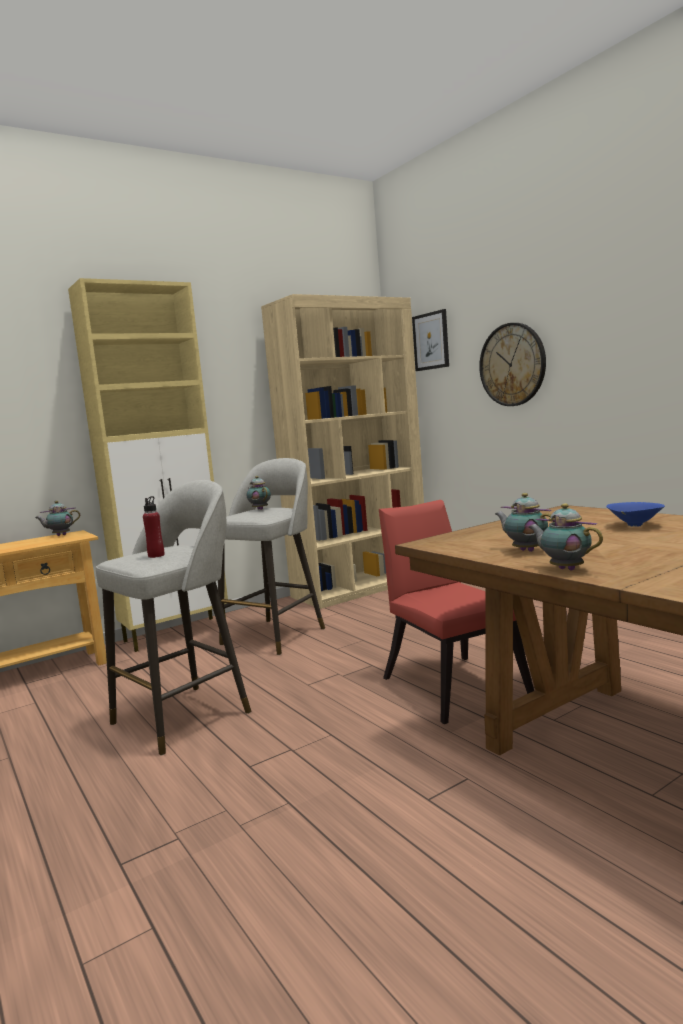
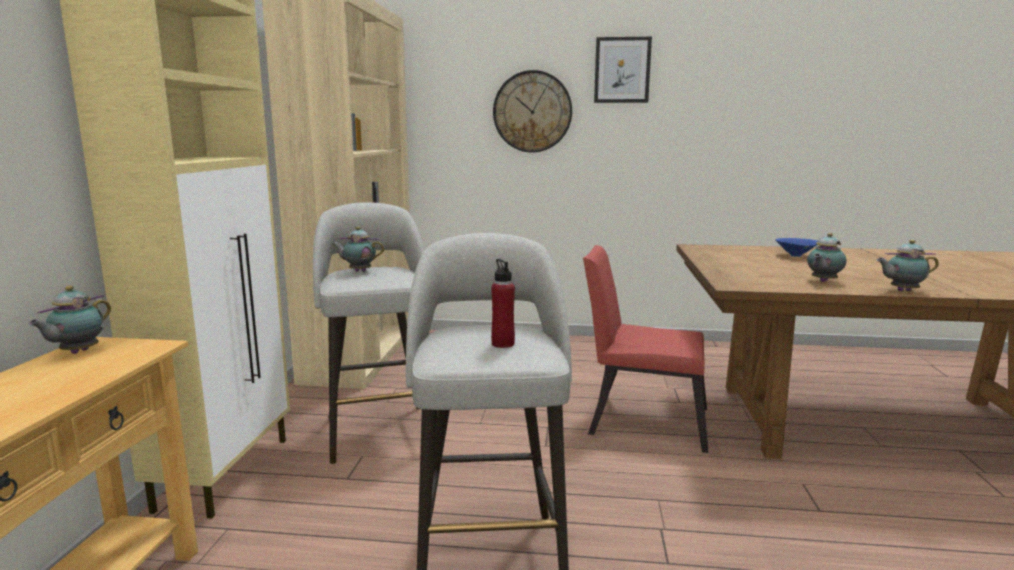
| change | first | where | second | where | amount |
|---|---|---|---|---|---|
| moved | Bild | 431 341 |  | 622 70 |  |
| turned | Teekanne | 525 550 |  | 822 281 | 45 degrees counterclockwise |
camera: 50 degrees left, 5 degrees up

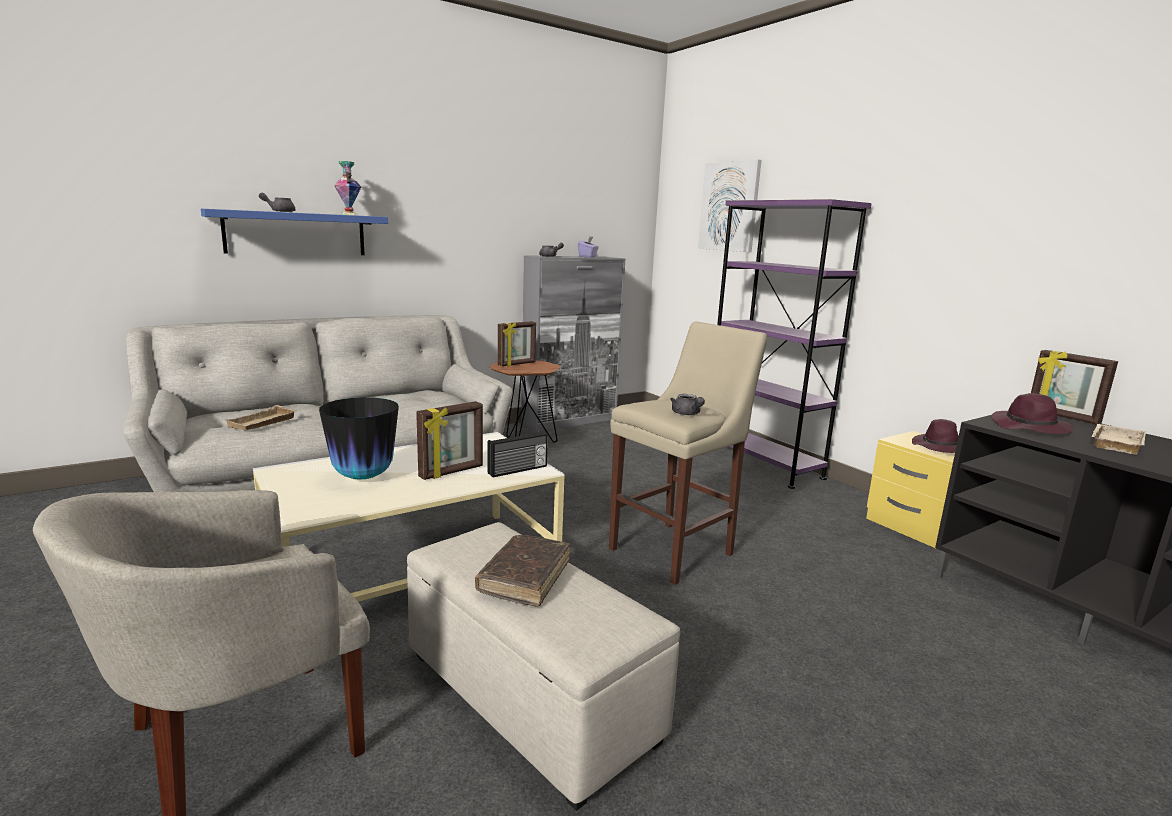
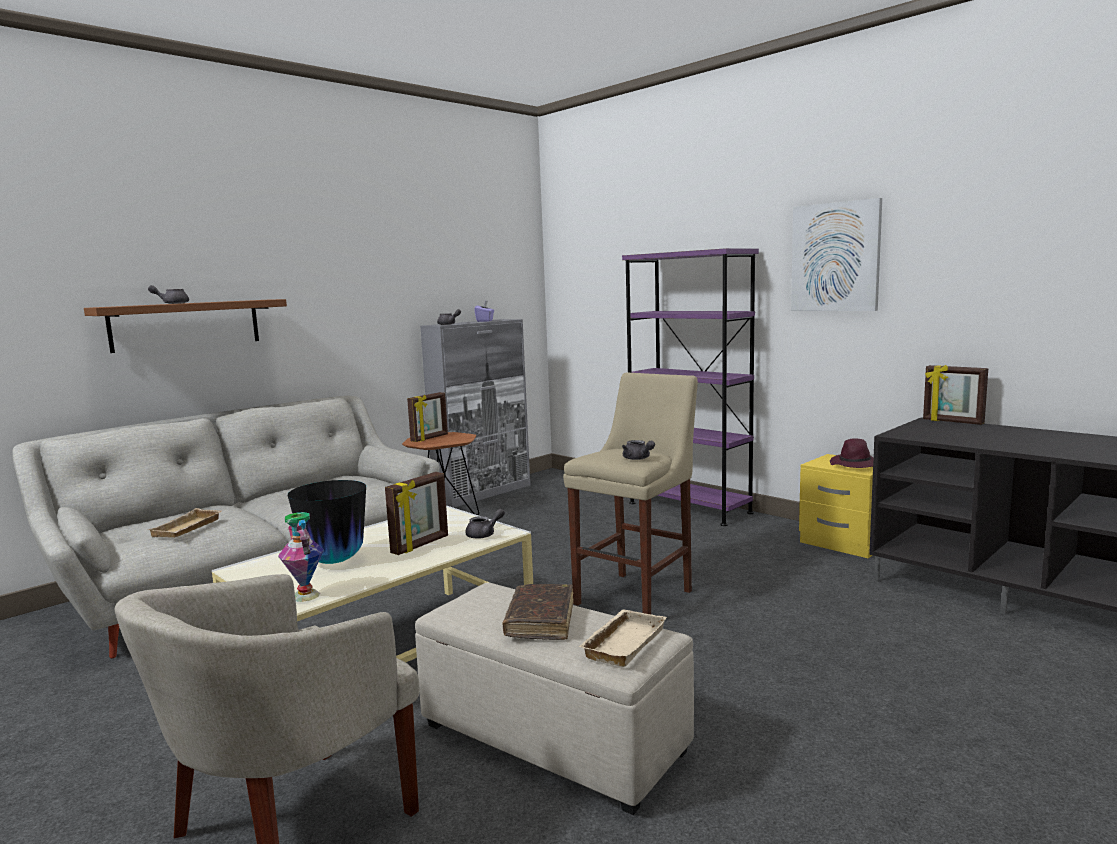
| change | first | where | second | where | amount |
|---|---|---|---|---|---|
| recoloured | Wandregal (blau) | 296 233 | Wandregal (braun) | 186 325 |  |
| moved | Vase | 349 214 |  | 306 595 |  |
| replaced | Radio | 518 470 | Teekanne (grau) | 484 534 |  |
| moved | Bild | 729 206 |  | 835 257 |  |
| removed | Hut (lila) | 1030 427 |  |  |  |
| moved | Tablett (beige) | 1113 443 |  | 622 642 |  |
camera: 10 degrees left, 5 degrees down

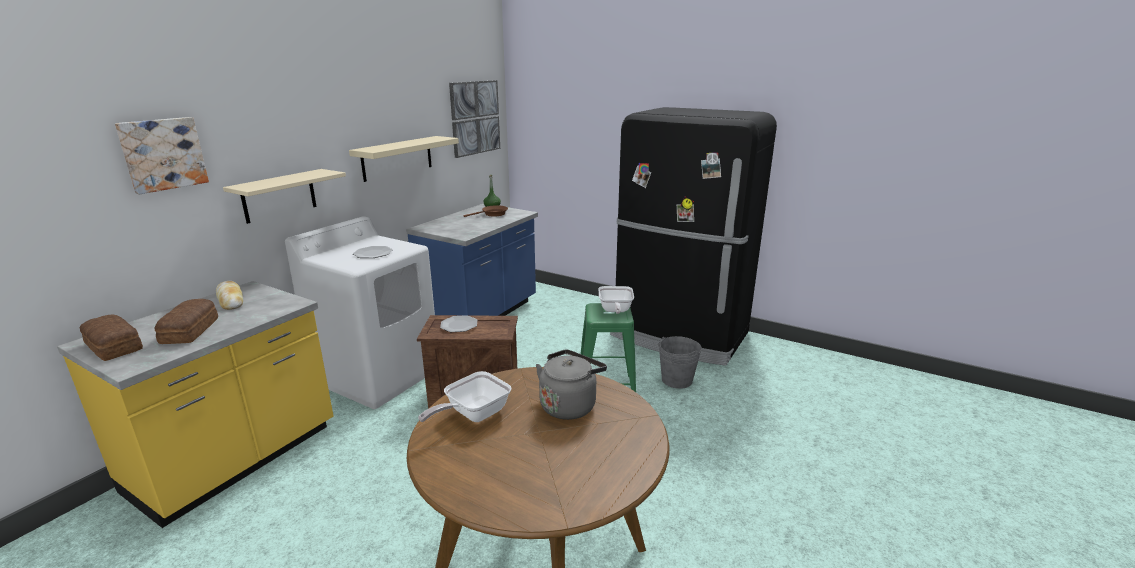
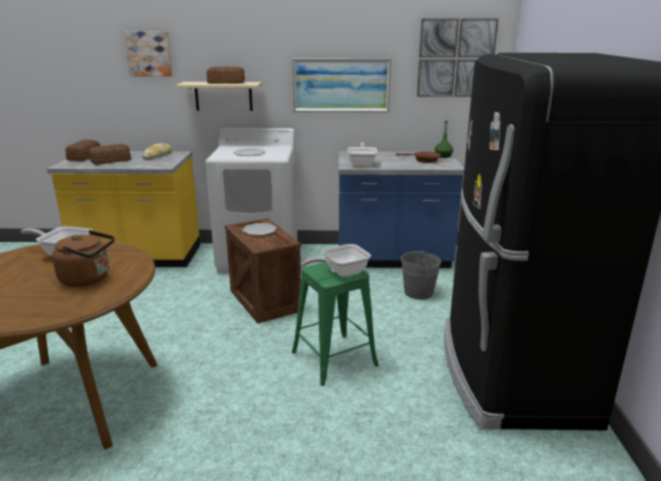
| change | first | where | second | where | amount |
|---|---|---|---|---|---|
| replaced | Wandregal (beige) | 397 158 | Bild | 341 85 |  |
| recoloured | Wasserkessel (grau) | 569 405 | Wasserkessel (braun) | 88 279 |  |
| moved | Eimer (grau) | 676 380 |  | 418 292 |  |
| added |  |  | Brot | 226 83 |  |
| added |  |  | Pfanne | 362 164 |  |
camera: 60 degrees right, 0 degrees up

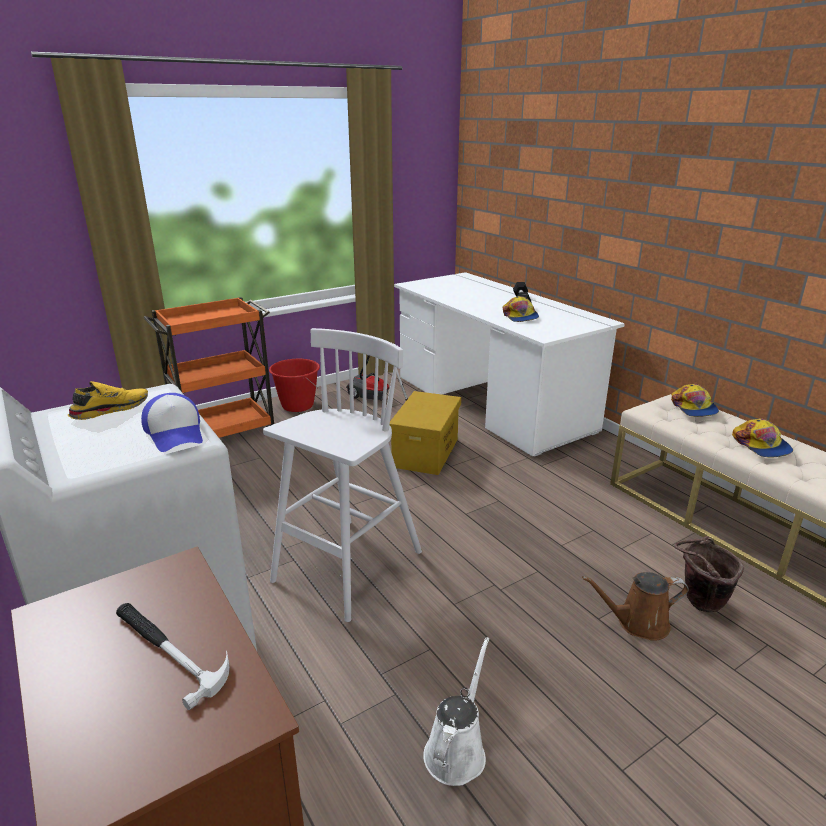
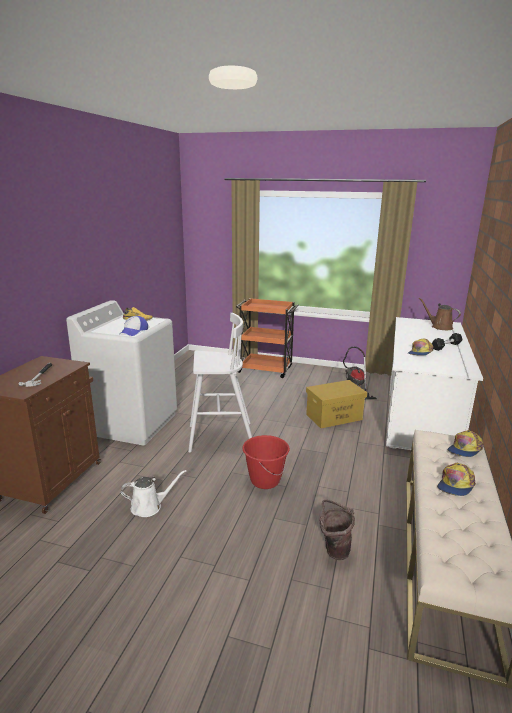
| change | first | where | second | where | amount |
|---|---|---|---|---|---|
| moved | Eimer (rot) | 297 405 |  | 265 480 |  |
| moved | Gießkanne (braun) | 637 623 |  | 439 327 |  |
camera: 50 degrees right, 5 degrees down

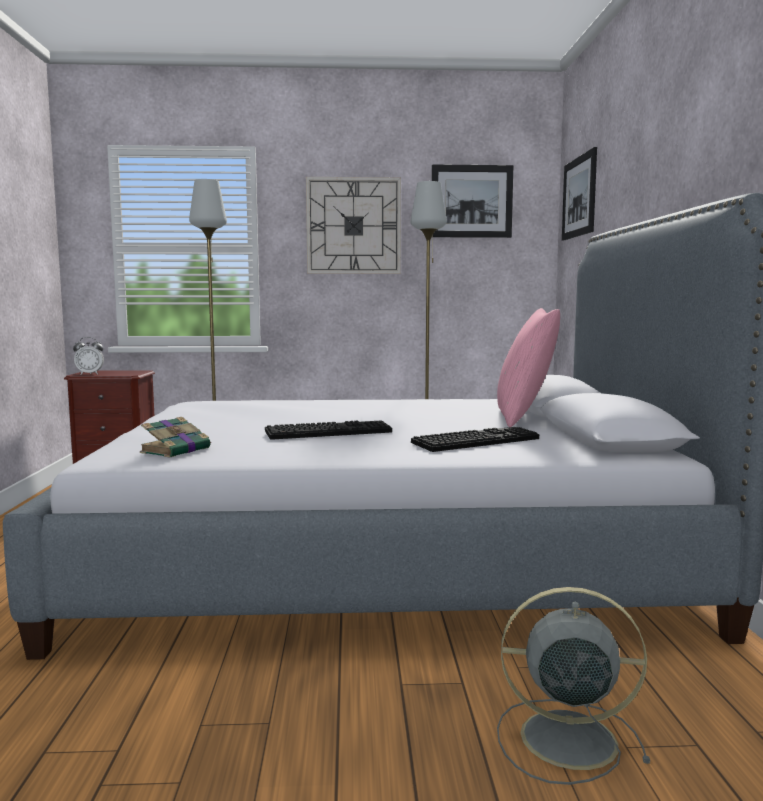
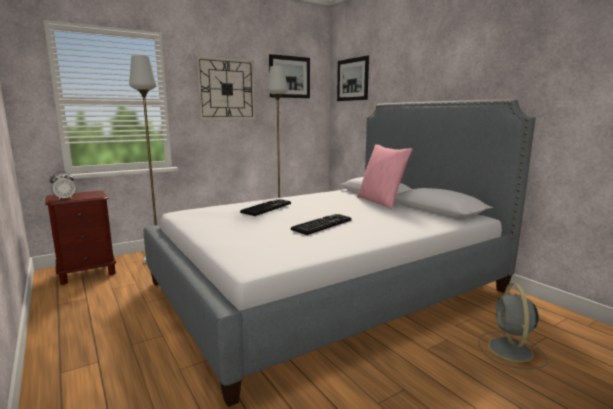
| change | first | where | second | where | amount |
|---|---|---|---|---|---|
| removed | Buch | 177 450 |  |  |  |
| moved | Tastatur | 476 441 |  | 266 208 |  |
| turned | Ventilator (grau) | 563 738 |  | 510 351 | 60 degrees counterclockwise |
camera: 30 degrees left, 5 degrees up

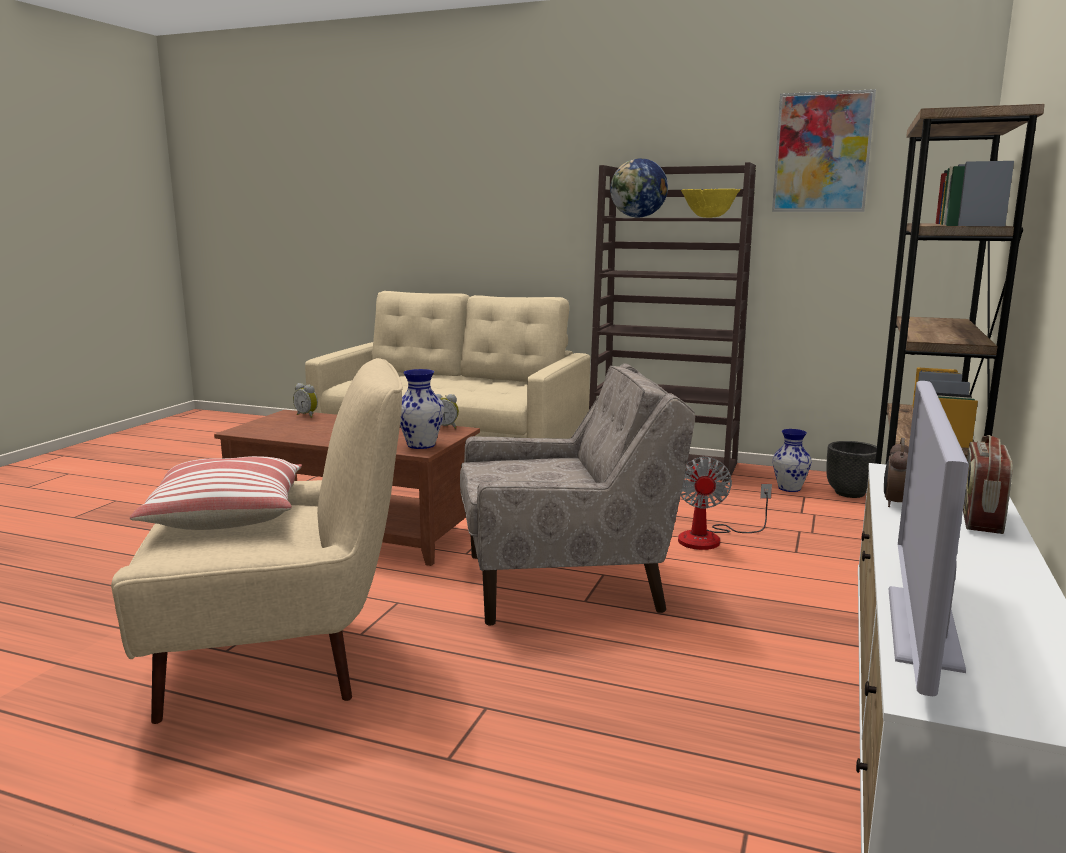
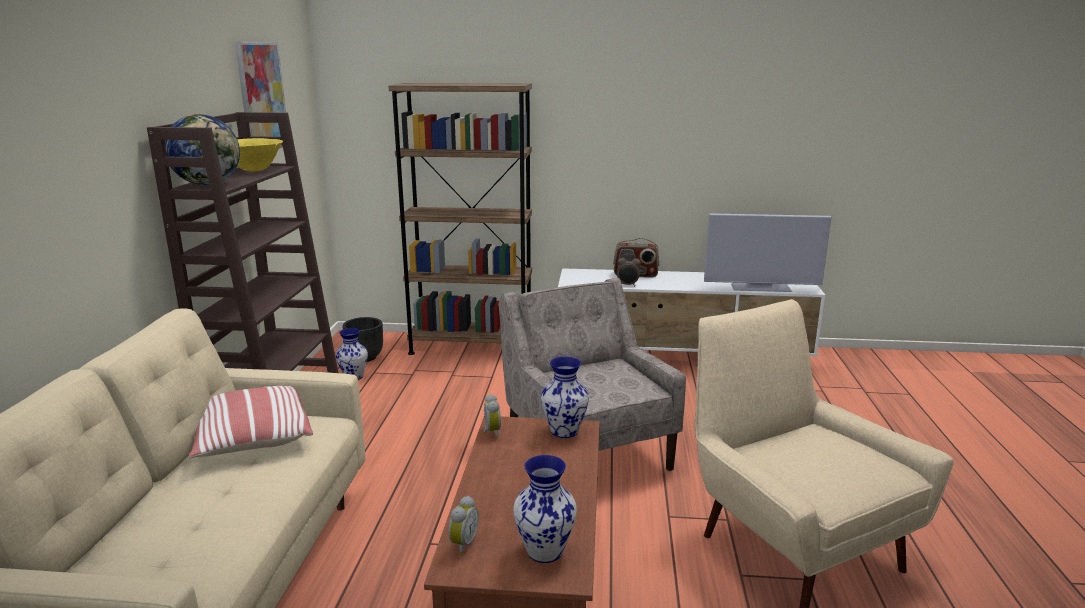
| change | first | where | second | where | amount |
|---|---|---|---|---|---|
| moved | Kissen | 226 515 |  | 251 439 |  |
| removed | Ventilator | 711 538 |  |  |  |
| added |  |  | Vase | 544 550 |  |
camera: 105 degrees left, 5 degrees up

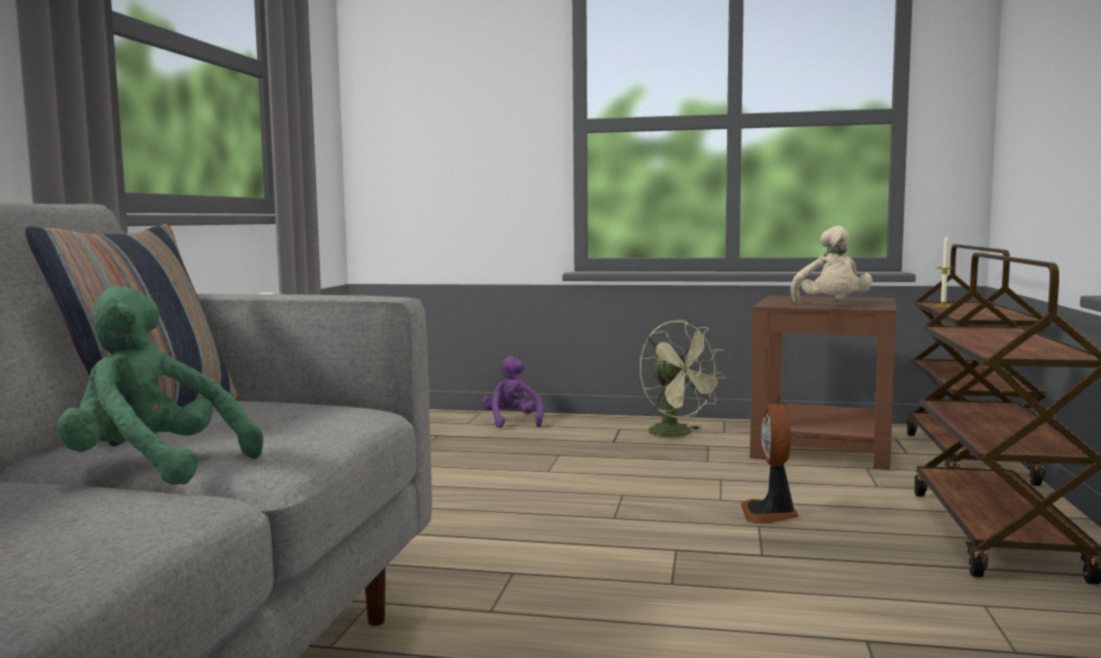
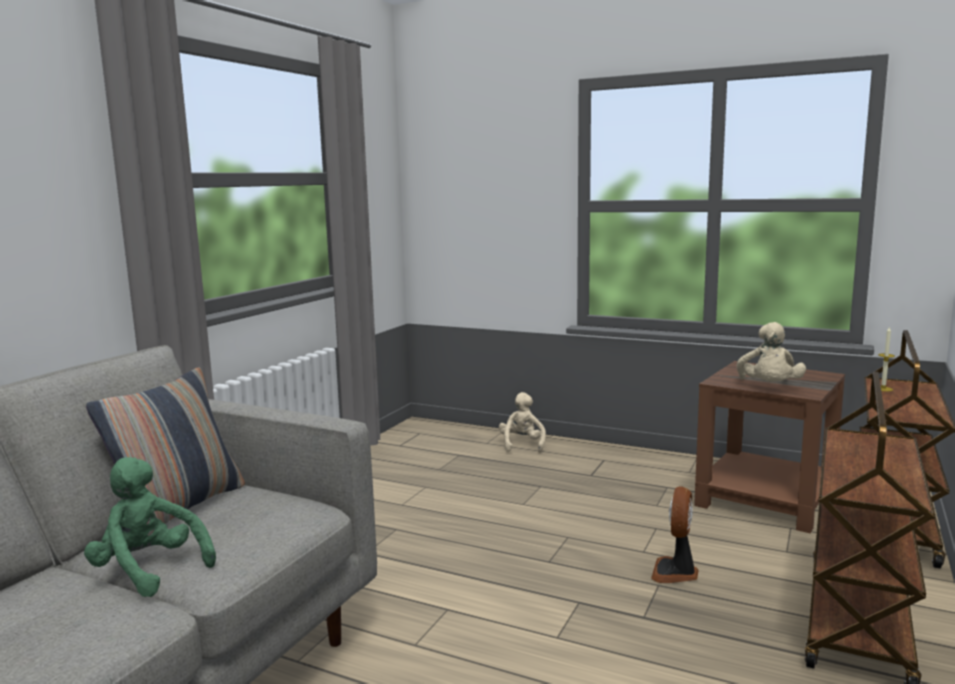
| change | first | where | second | where | amount |
|---|---|---|---|---|---|
| recoloured | Plüschtier (lila) | 512 422 | Plüschtier (beige) | 522 445 |  |
| removed | Ventilator (grün) | 678 434 |  |  |  |
camera: 15 degrees right, 5 degrees up

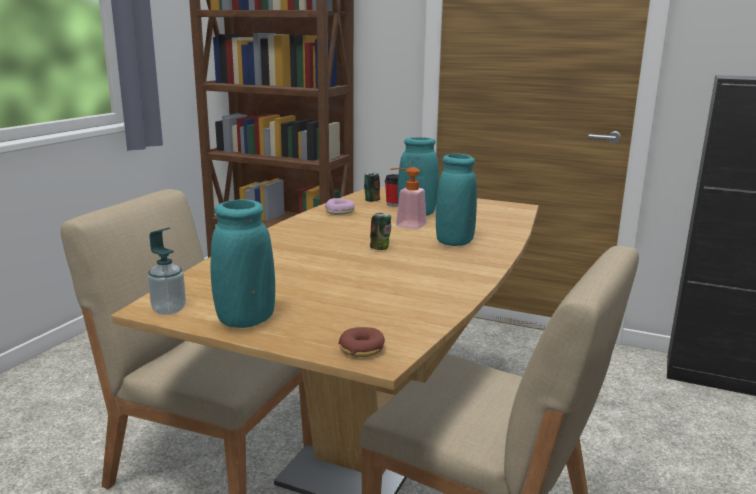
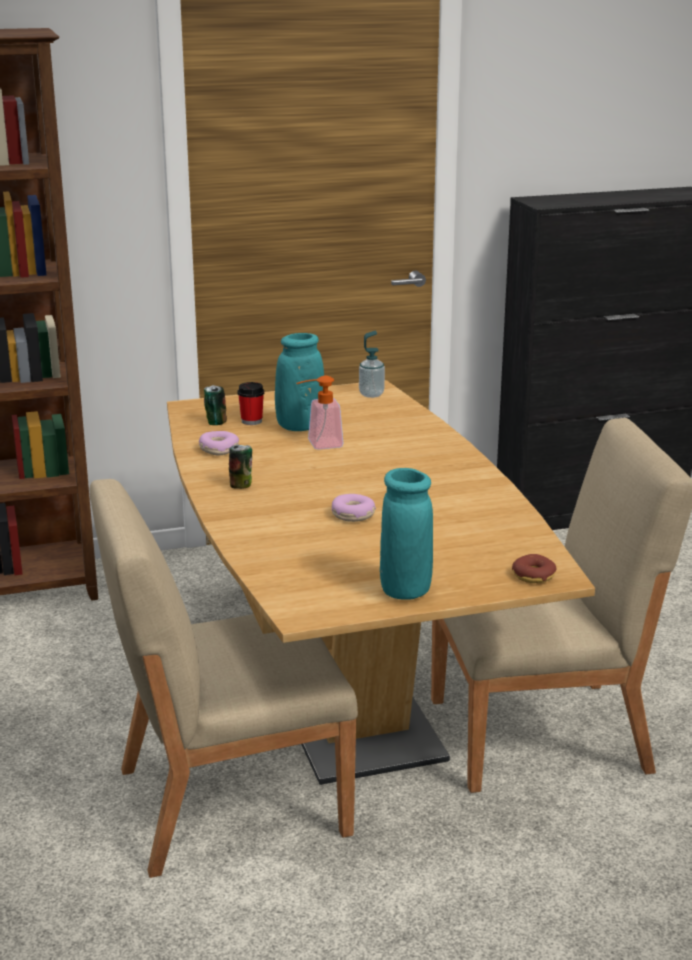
| change | first | where | second | where | amount |
|---|---|---|---|---|---|
| moved | Seifenspender | 169 310 |  | 371 394 |  |
| moved | Dose | 380 248 |  | 241 485 |  |
| removed | Vase (türkis) | 455 242 |  |  |  |
| added |  |  | Donut | 353 515 |  |
camera: 40 degrees left, 5 degrees up

